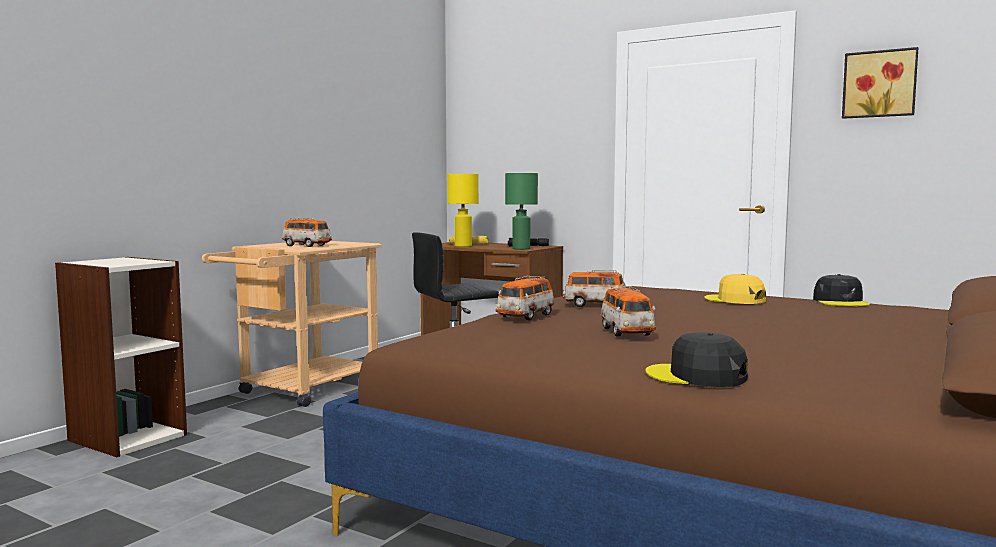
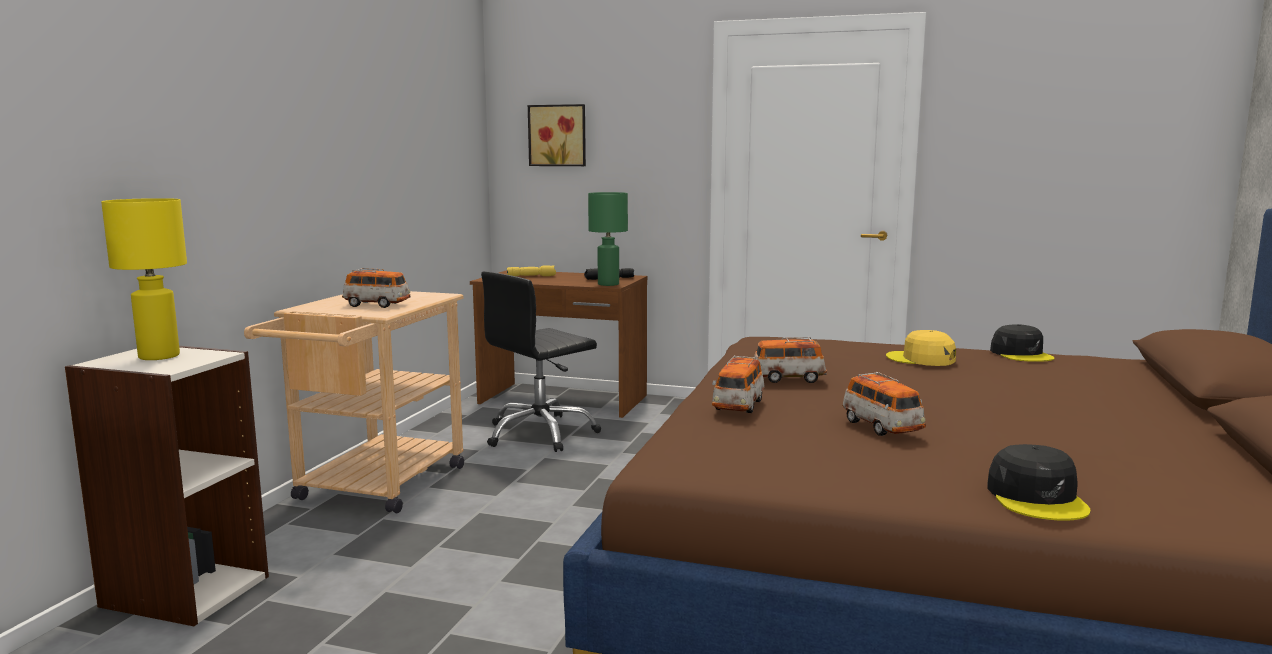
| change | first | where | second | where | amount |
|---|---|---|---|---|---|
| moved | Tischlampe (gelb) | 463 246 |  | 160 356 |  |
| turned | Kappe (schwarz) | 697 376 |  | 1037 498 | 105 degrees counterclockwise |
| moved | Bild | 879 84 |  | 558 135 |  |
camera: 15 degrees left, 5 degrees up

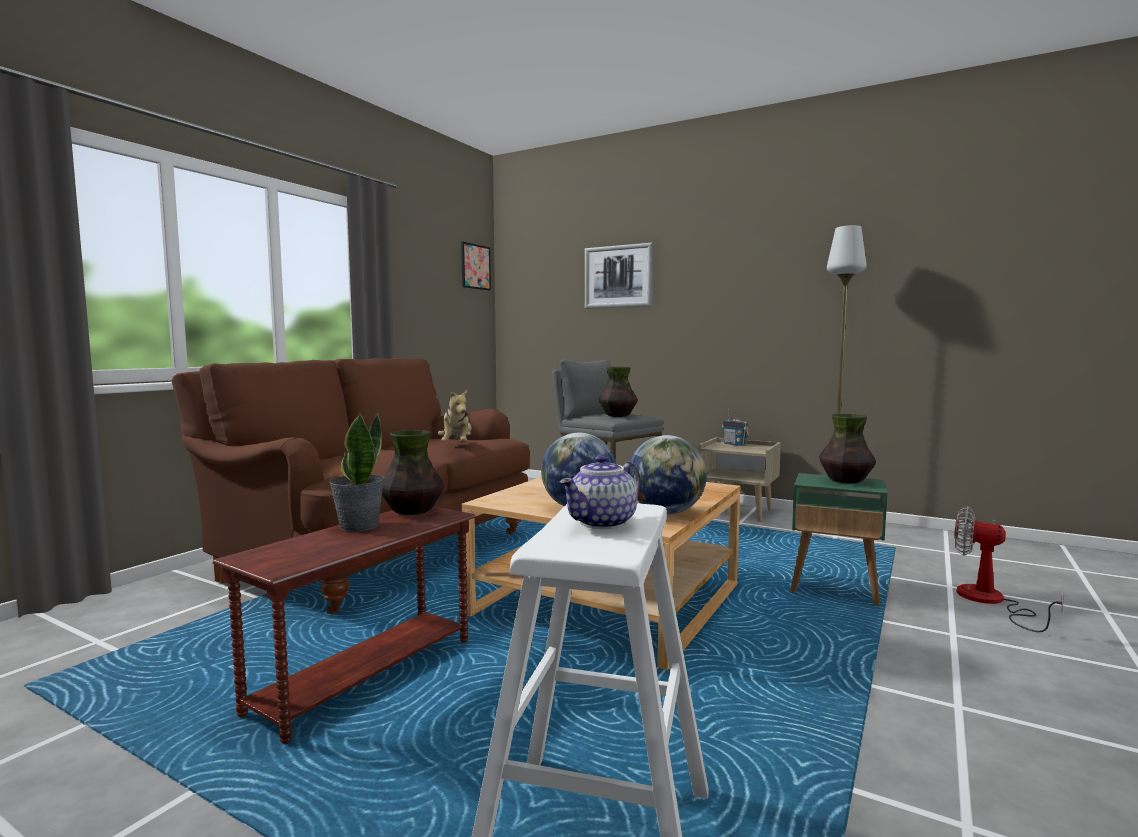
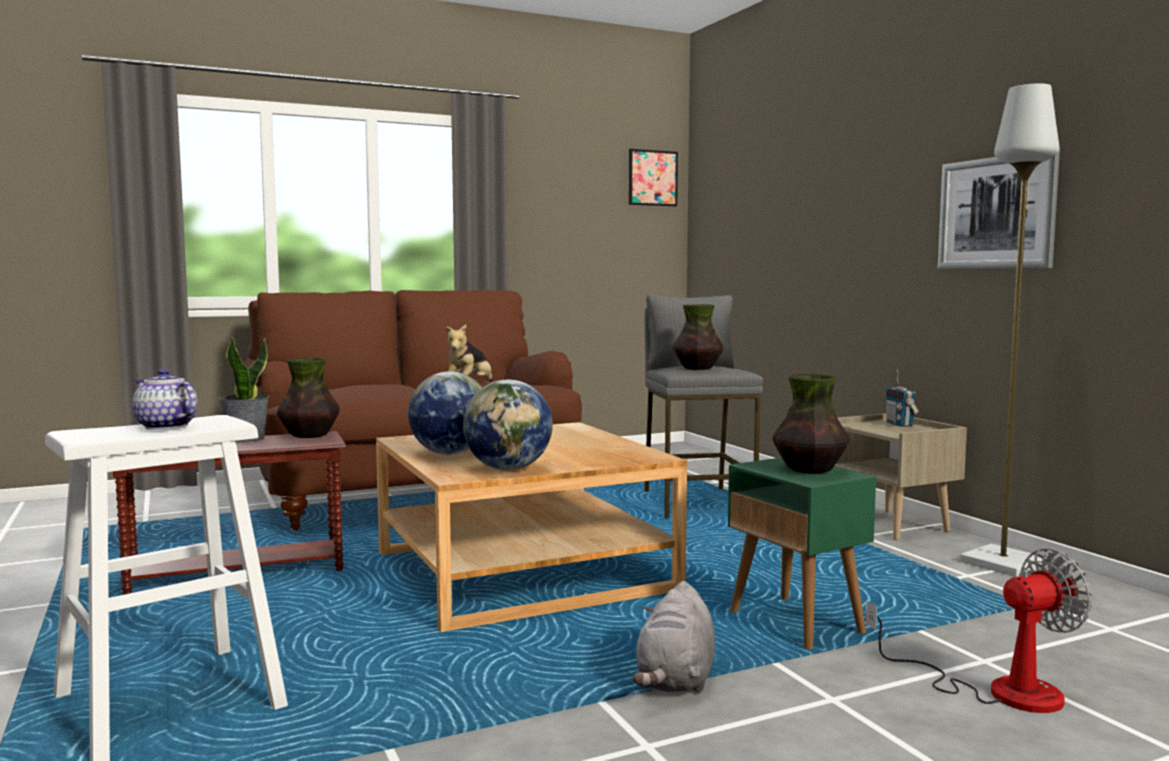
| change | first | where | second | where | amount |
|---|---|---|---|---|---|
| turned | Teekanne | 603 523 |  | 164 427 | 45 degrees clockwise |
| moved | Bild | 618 276 |  | 996 213 |  |
| turned | Ventilator | 990 602 |  | 998 690 | 90 degrees clockwise |
| added |  |  | Plüschtier (grau) | 676 679 |  |
camera: 35 degrees right, 0 degrees up

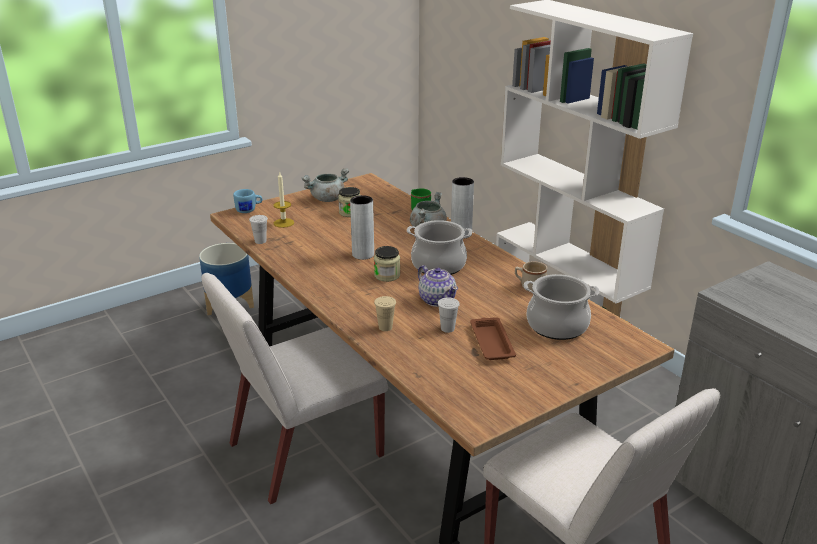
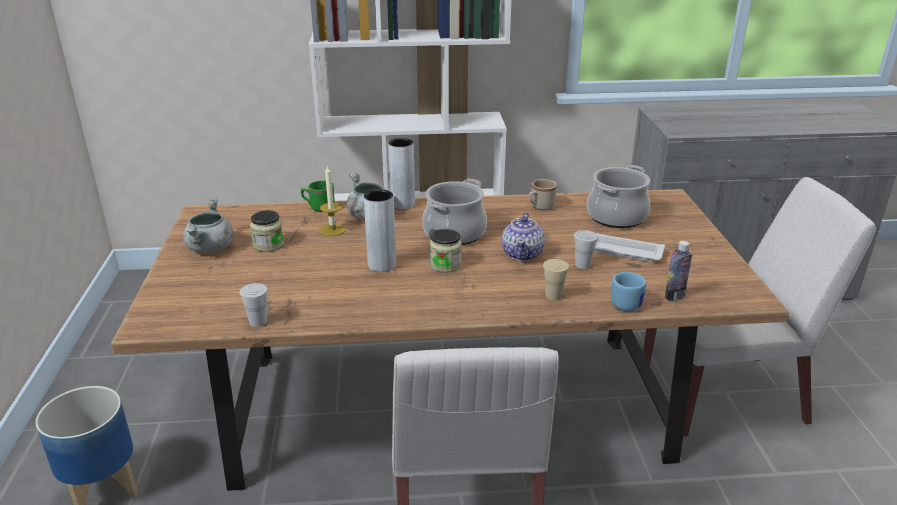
| change | first | where | second | where | amount |
|---|---|---|---|---|---|
| moved | Henkelbecher (blau) | 249 210 |  | 626 302 |  |
| moved | Kerze | 283 223 |  | 332 230 |  |
| turned | Teekanne | 437 300 |  | 523 254 | 105 degrees clockwise |
| recoloured | Tablett (braun) | 491 342 | Tablett (weiß) | 622 252 |  |
| added |  |  | Flasche | 674 296 |  |
camera: 60 degrees left, 0 degrees up

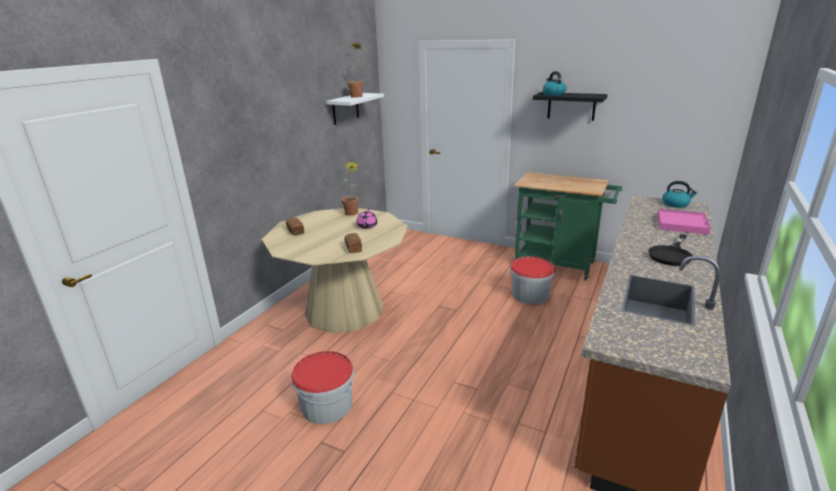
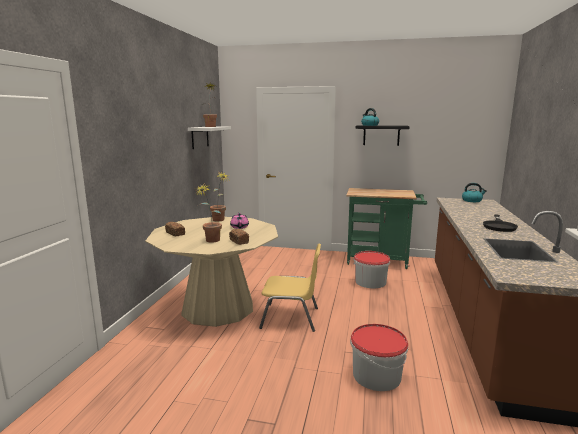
| change | first | where | second | where | amount |
|---|---|---|---|---|---|
| moved | Eimer | 326 405 |  | 376 375 |  |
| removed | Tablett (rosa) | 681 224 |  |  |  |
| added |  |  | Topfpflanze | 210 241 |  |
| added |  |  | Stuhl (gelb) | 291 318 |  |
camera: 15 degrees left, 10 degrees down

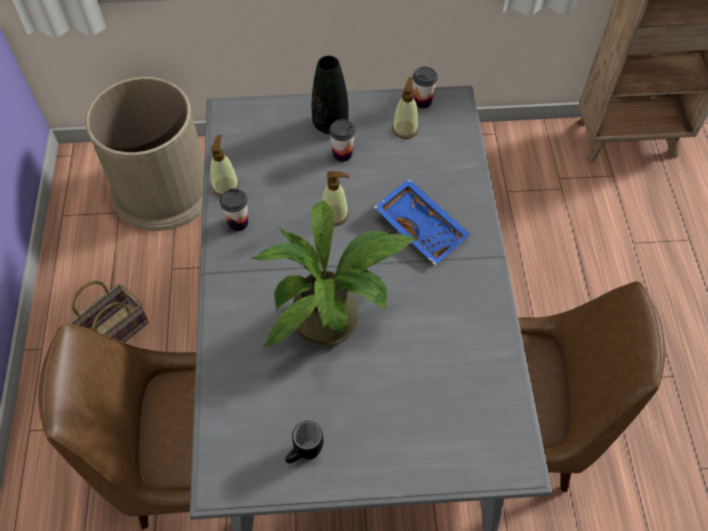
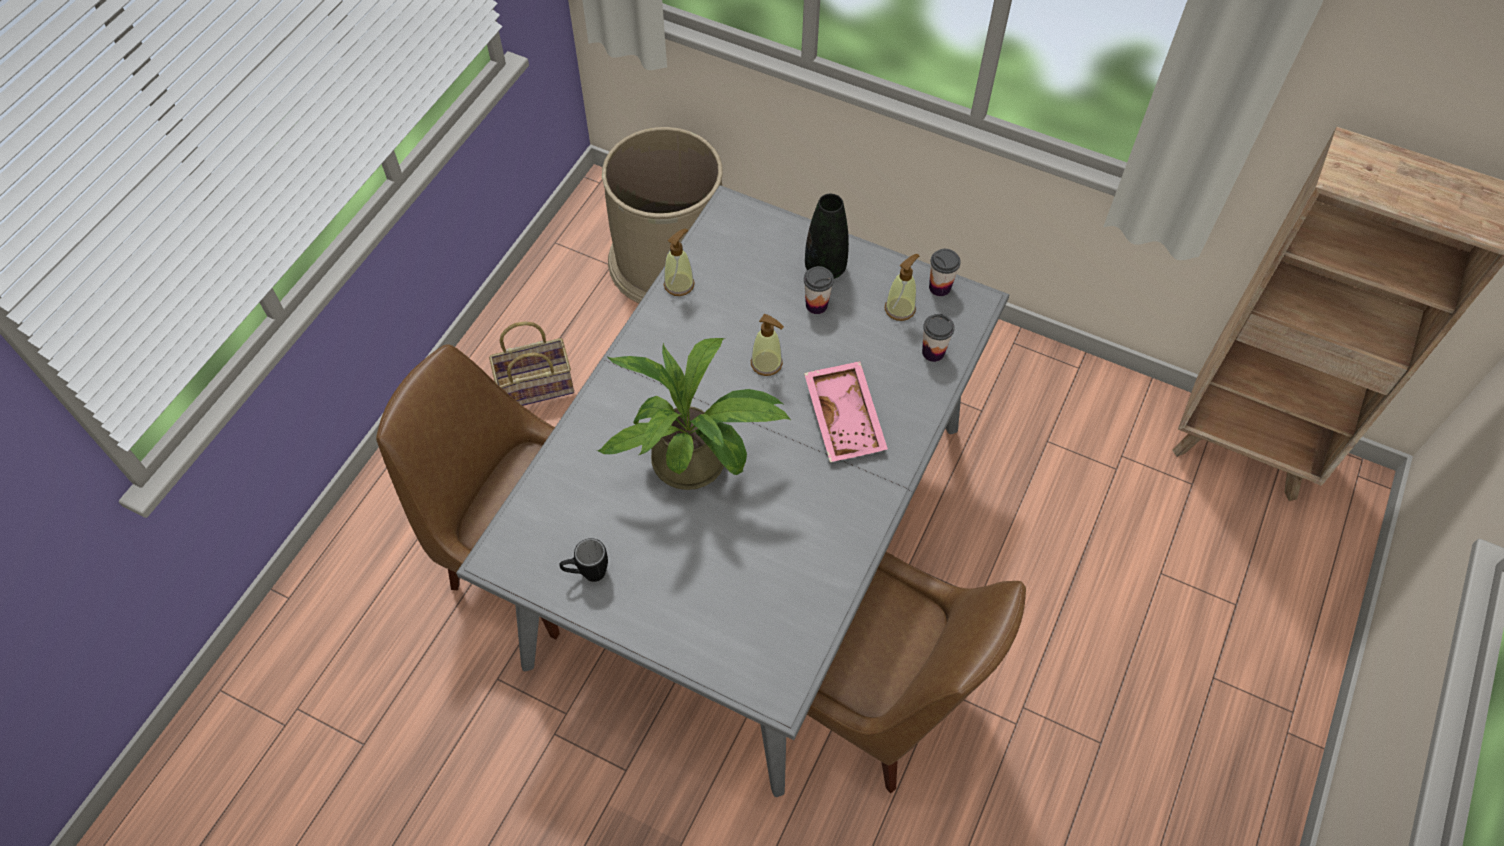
| change | first | where | second | where | amount |
|---|---|---|---|---|---|
| moved | Tasse | 238 222 |  | 933 352 |  |
| recoloured | Tablett (blau) | 422 227 | Tablett (rosa) | 846 418 |  |
camera: 30 degrees right, 0 degrees up

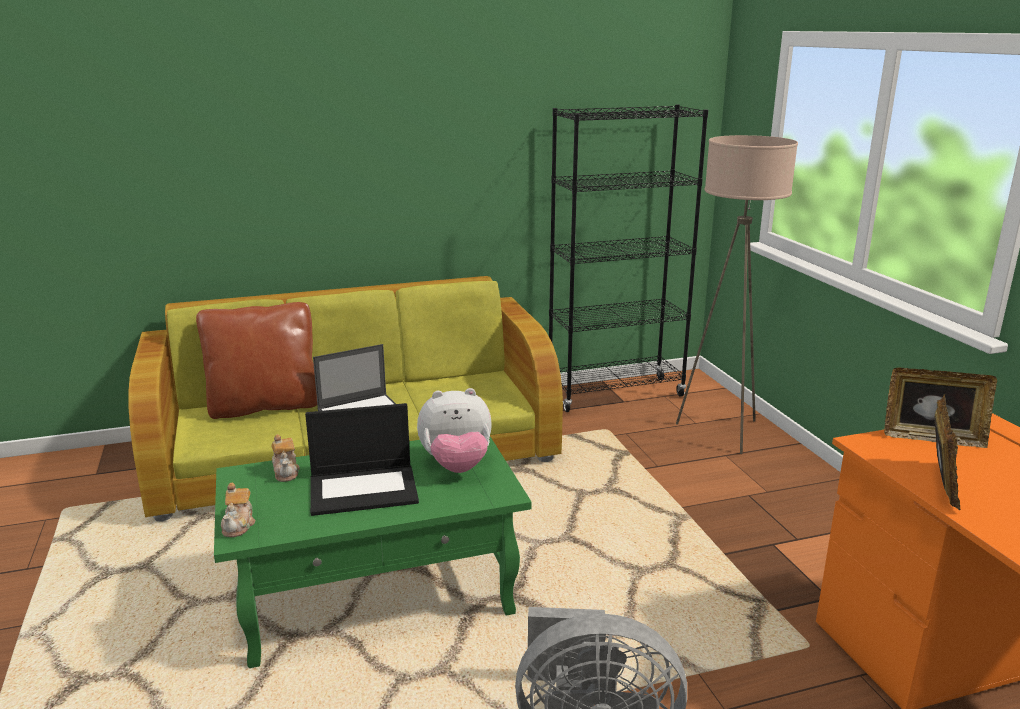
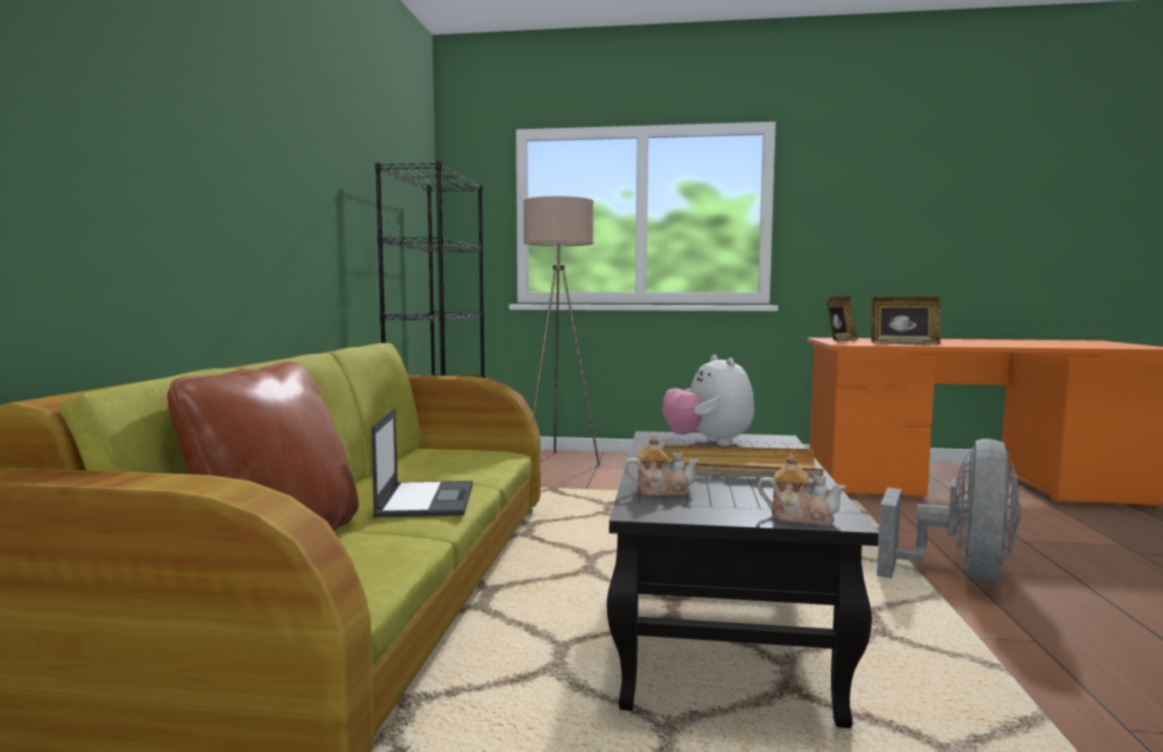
| change | first | where | second | where | amount |
|---|---|---|---|---|---|
| recoloured | Couchtisch (grün) | 378 595 | Couchtisch (schwarz) | 719 625 |  |
| replaced | Laptop | 364 489 | Tablett (beige) | 736 469 |  |
| turned | Plüschtier | 456 466 |  | 708 443 | 150 degrees clockwise |
| turned | Bilderrahmen | 940 485 |  | 903 344 | 150 degrees clockwise |
camera: 65 degrees left, 15 degrees down

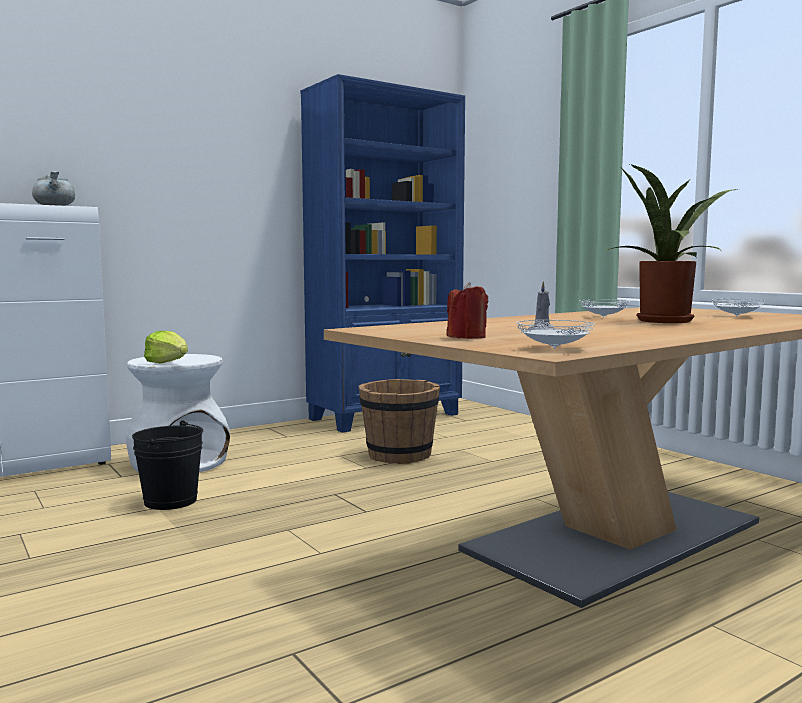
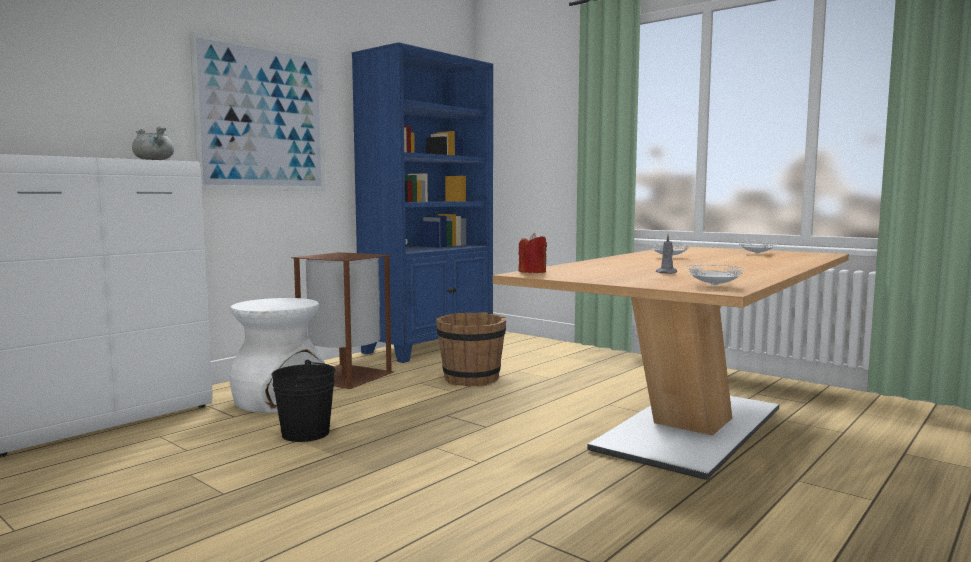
| change | first | where | second | where | amount |
|---|---|---|---|---|---|
| removed | Salatkopf | 168 362 |  |  |  |
| moved | Kerze (rot) | 467 337 |  | 532 272 |  |
| removed | Topfpflanze | 668 321 |  |  |  |
| added |  |  | Bild | 263 118 |  |
| added |  |  | Mülleimer (braun) | 345 376 |  |
camera: 15 degrees left, 0 degrees up

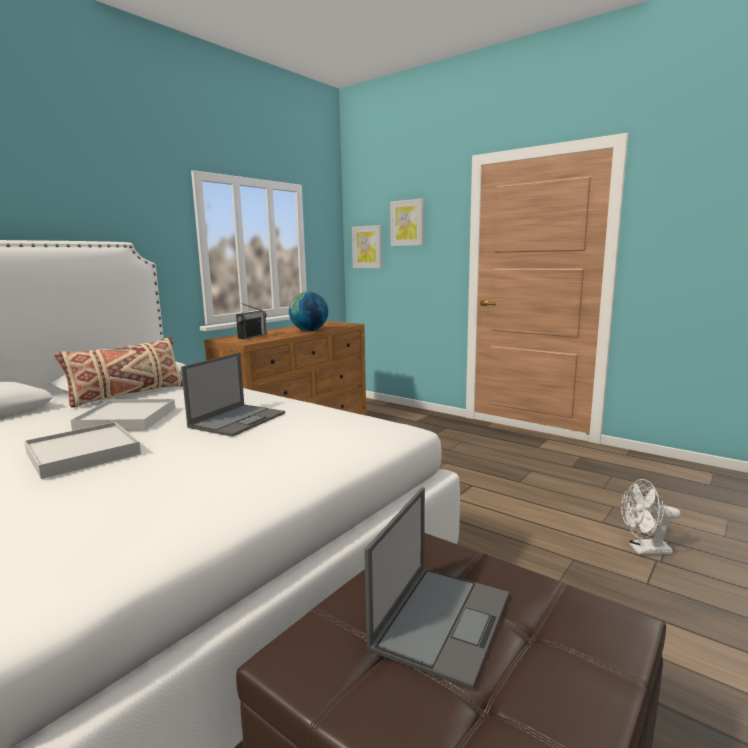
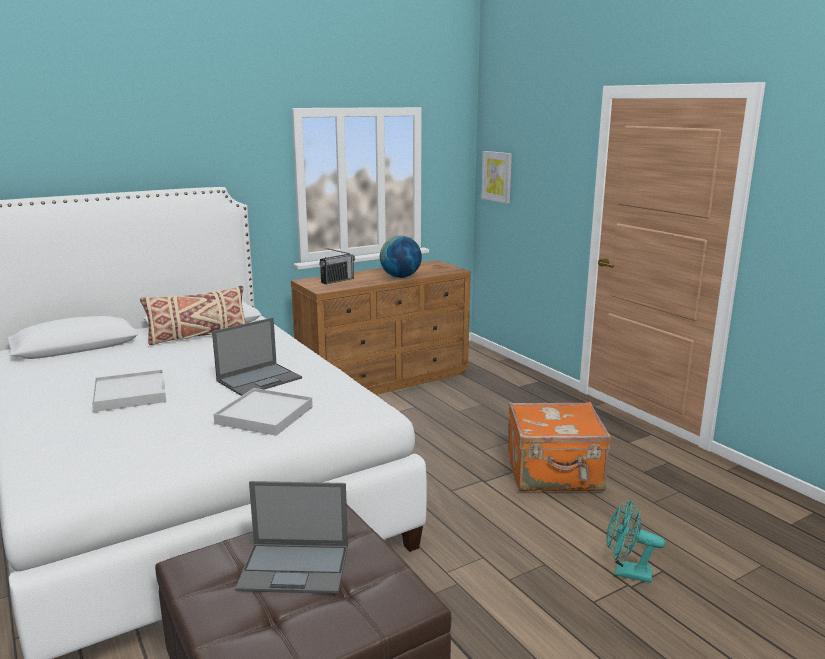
| change | first | where | second | where | amount |
|---|---|---|---|---|---|
| moved | Tablett (weiß) | 127 419 |  | 264 415 |  |
| turned | Laptop | 442 619 |  | 296 568 | 45 degrees clockwise |
| removed | Bild | 407 223 |  |  |  |
| recoloured | Ventilator (weiß) | 644 550 | Ventilator (türkis) | 626 573 |  |
| added |  |  | Koffer (orange) | 554 474 |  |
camera: 20 degrees right, 5 degrees up

